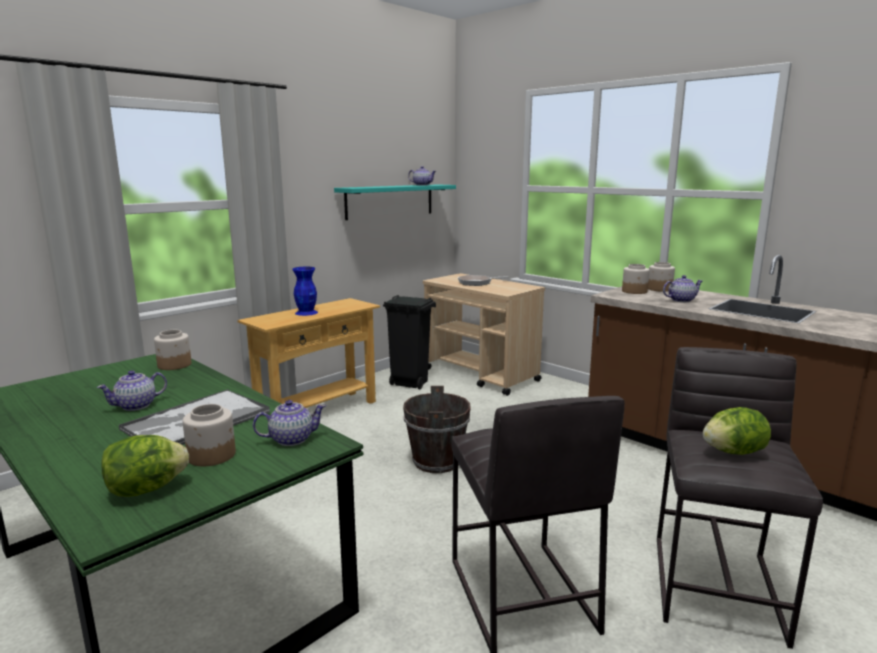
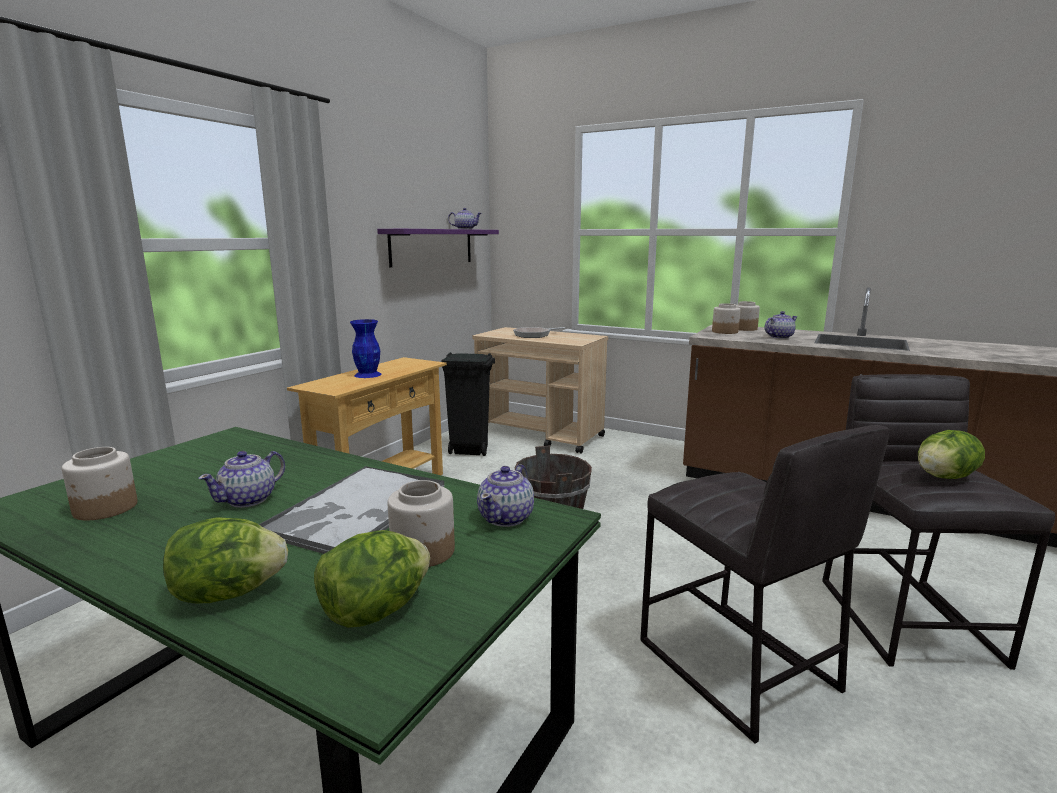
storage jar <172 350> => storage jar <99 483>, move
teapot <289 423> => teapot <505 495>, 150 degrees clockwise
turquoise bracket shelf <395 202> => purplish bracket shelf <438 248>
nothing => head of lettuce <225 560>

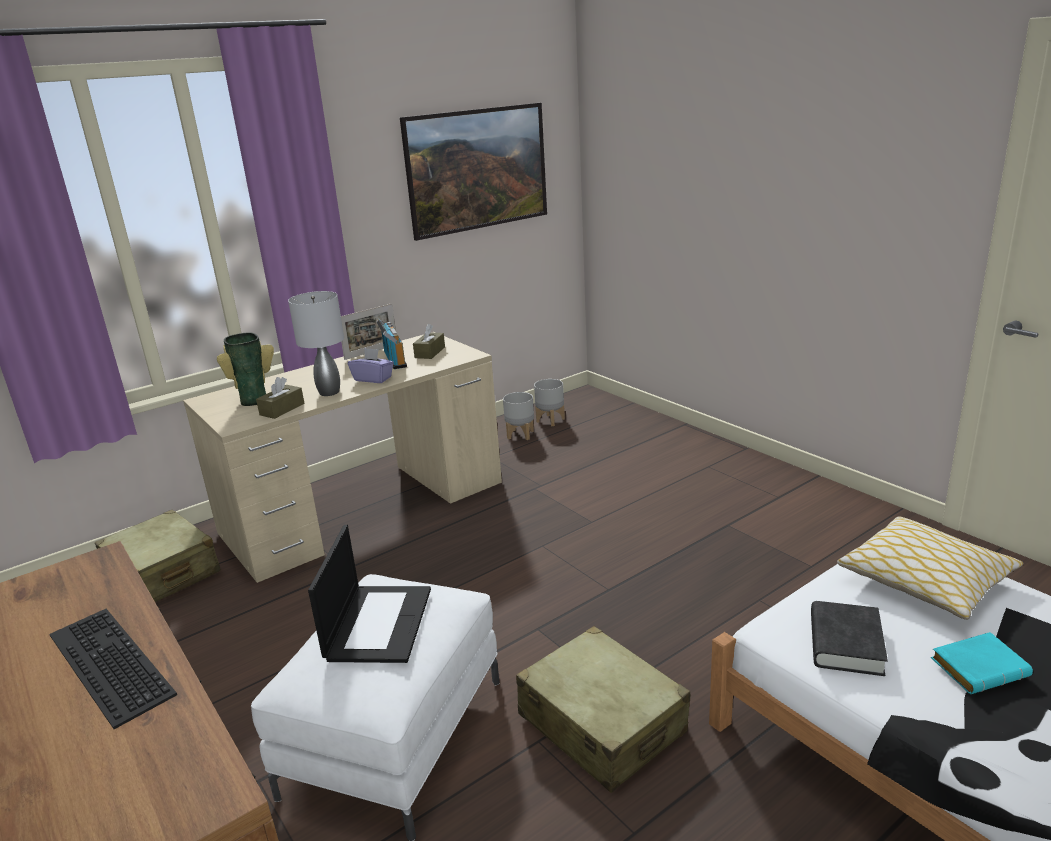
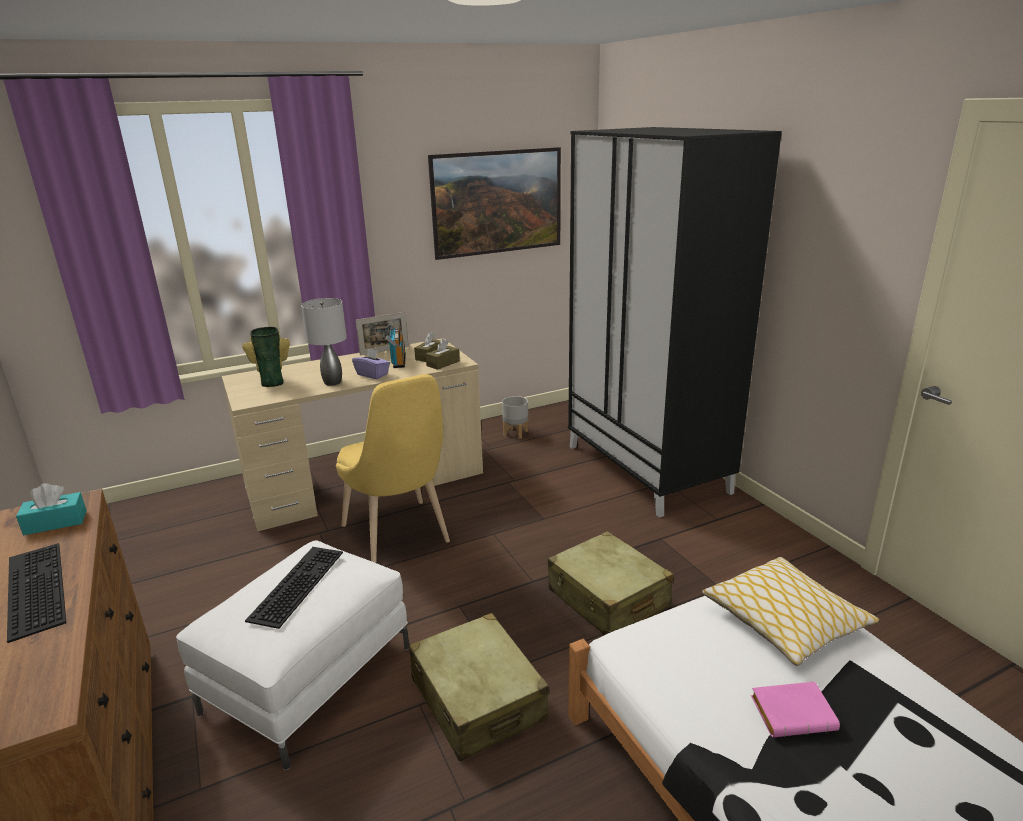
sand-coloured suitcase <157 556> => sand-coloured suitcase <610 583>, move
brown tissue box <280 398> => brown tissue box <443 354>, move
portable computer <369 594> => PC keyboard <294 588>
grey flower pot <549 402> => nothing
black-coloured volume <849 638> => nothing
turquoise volume <982 663> => pink-coloured volume <795 709>
nothing => turquoise tissue box <51 509>
nothing => yellowish plain chair <393 468>
nothing => black-coloured clothes cupboard <675 322>

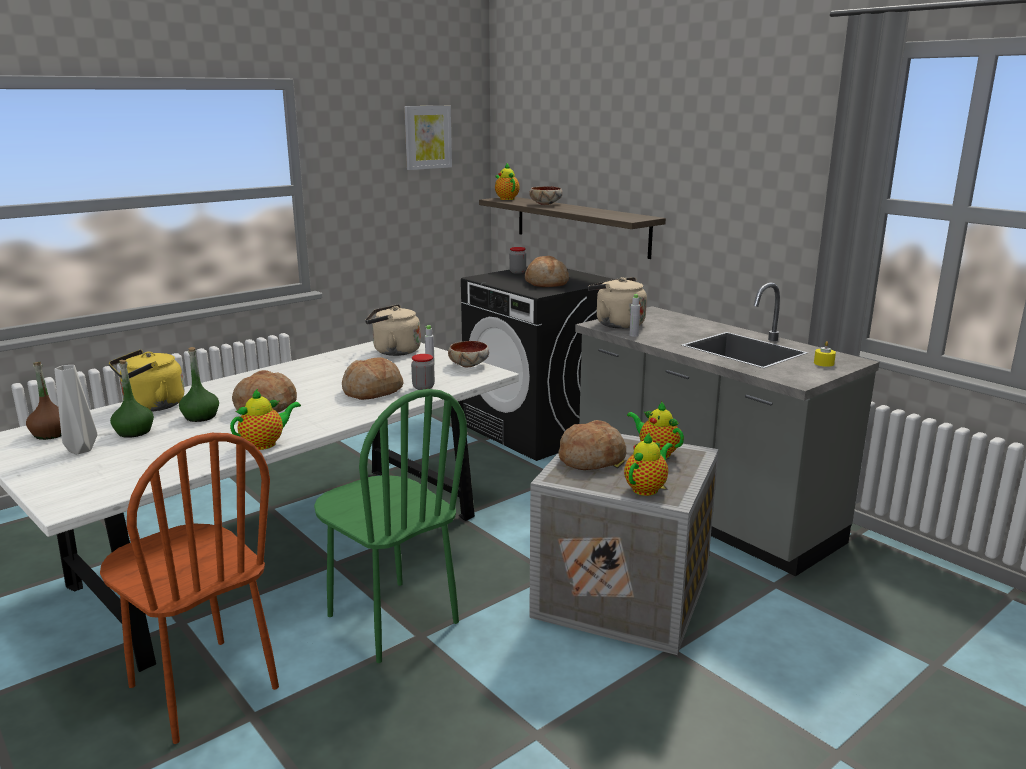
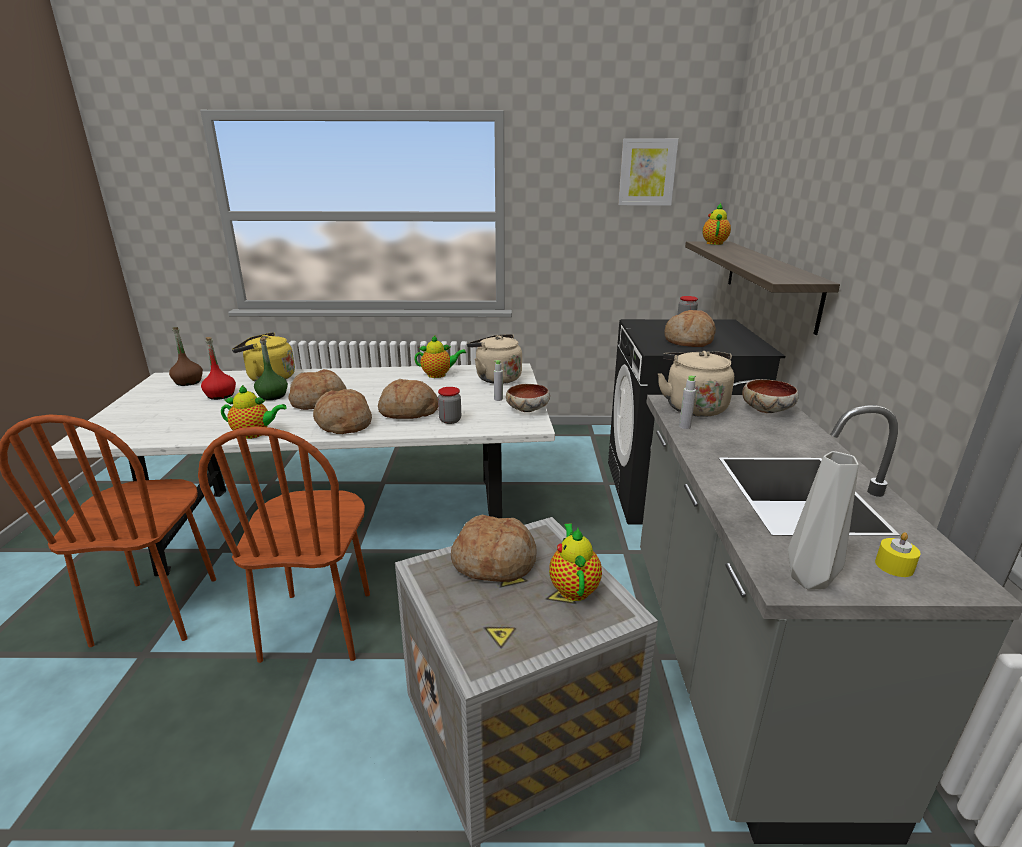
grey vase <76 409> => grey vase <823 520>, move
green-coloured beverage bottle <132 399> => reddish beverage bottle <218 368>
green-coloured plain chair <390 526> => brown plain chair <284 544>
serving bowl <546 195> => serving bowl <770 396>, move
teapot <648 464> => teapot <440 356>, move
nothing => baked bread <342 411>

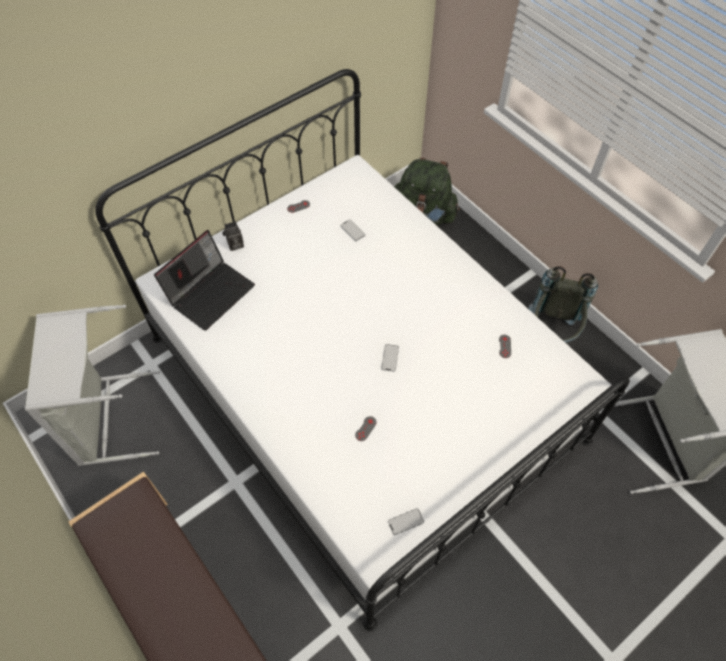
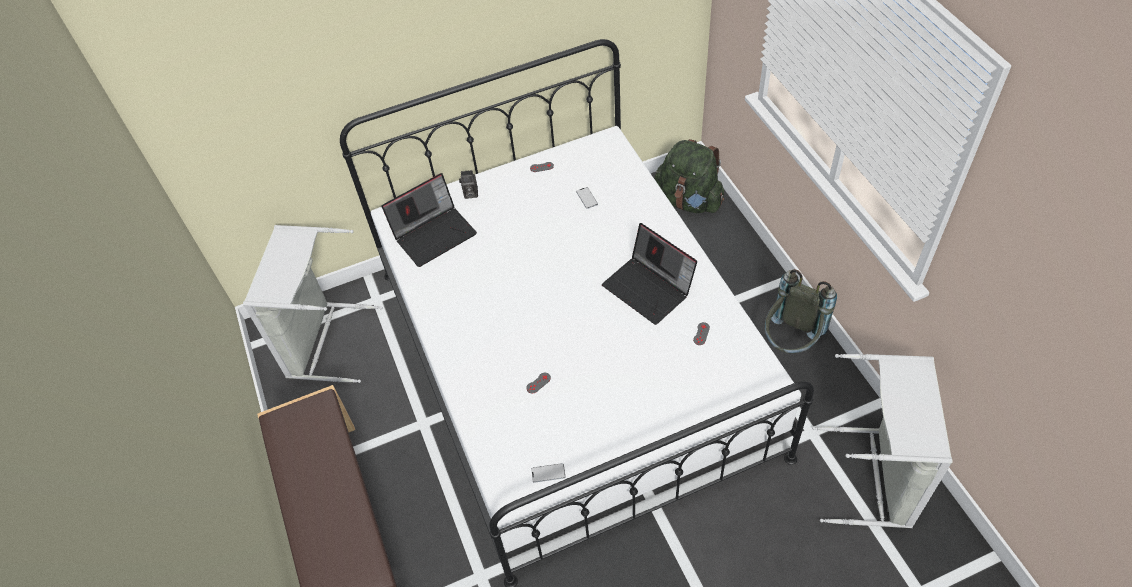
phone <390 358> => nothing
nothing => portable computer <649 274>

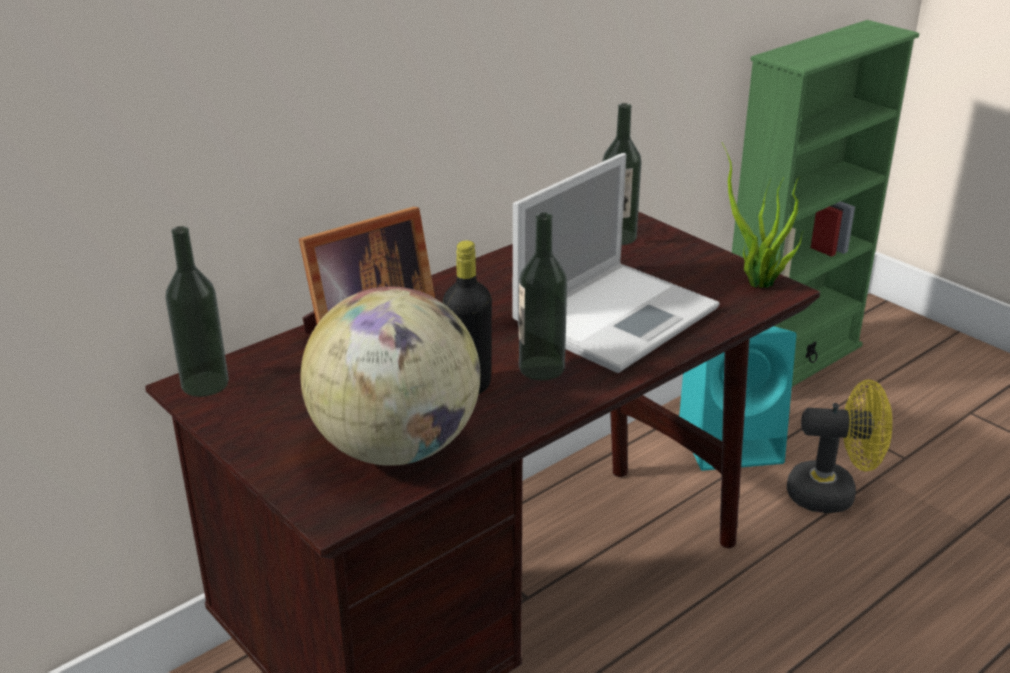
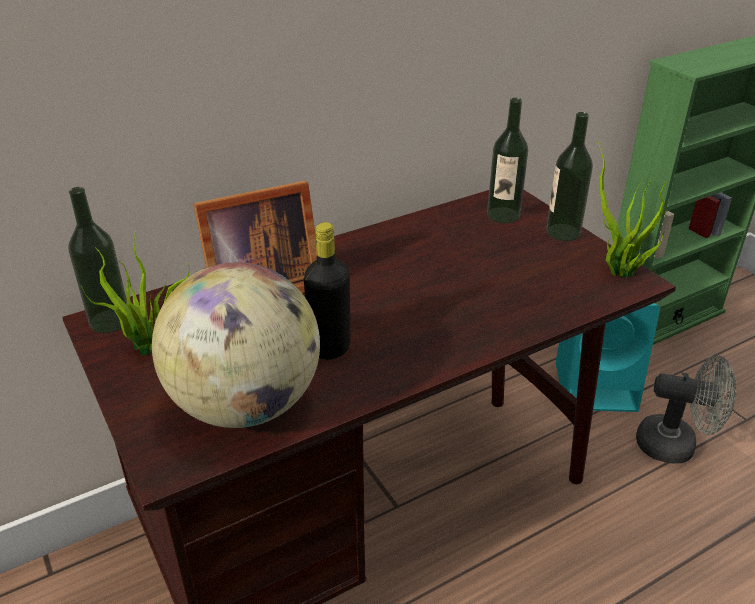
portable computer <616 263> => nothing
beverage bottle <543 296> => beverage bottle <569 176>, move
yellowish cooling fan <839 446> => grey cooling fan <686 409>
nothing => potted plant <135 293>

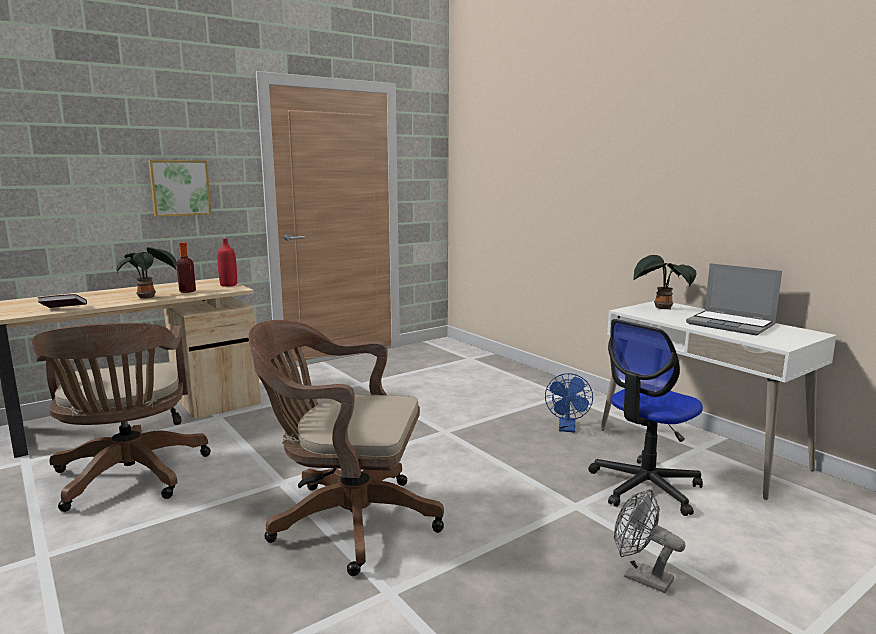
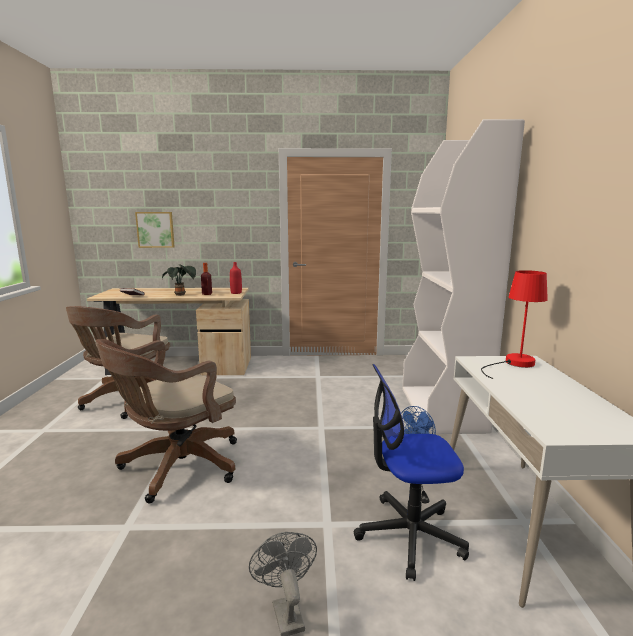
wall picture <180 188> => wall picture <155 230>, move
brown desk chair <346 448> => brown desk chair <166 421>, 90 degrees counterclockwise
potted plant <665 282> => reddish table lamp <514 324>
portable computer <734 299> => nothing
nothing => whitish shelving unit <463 276>

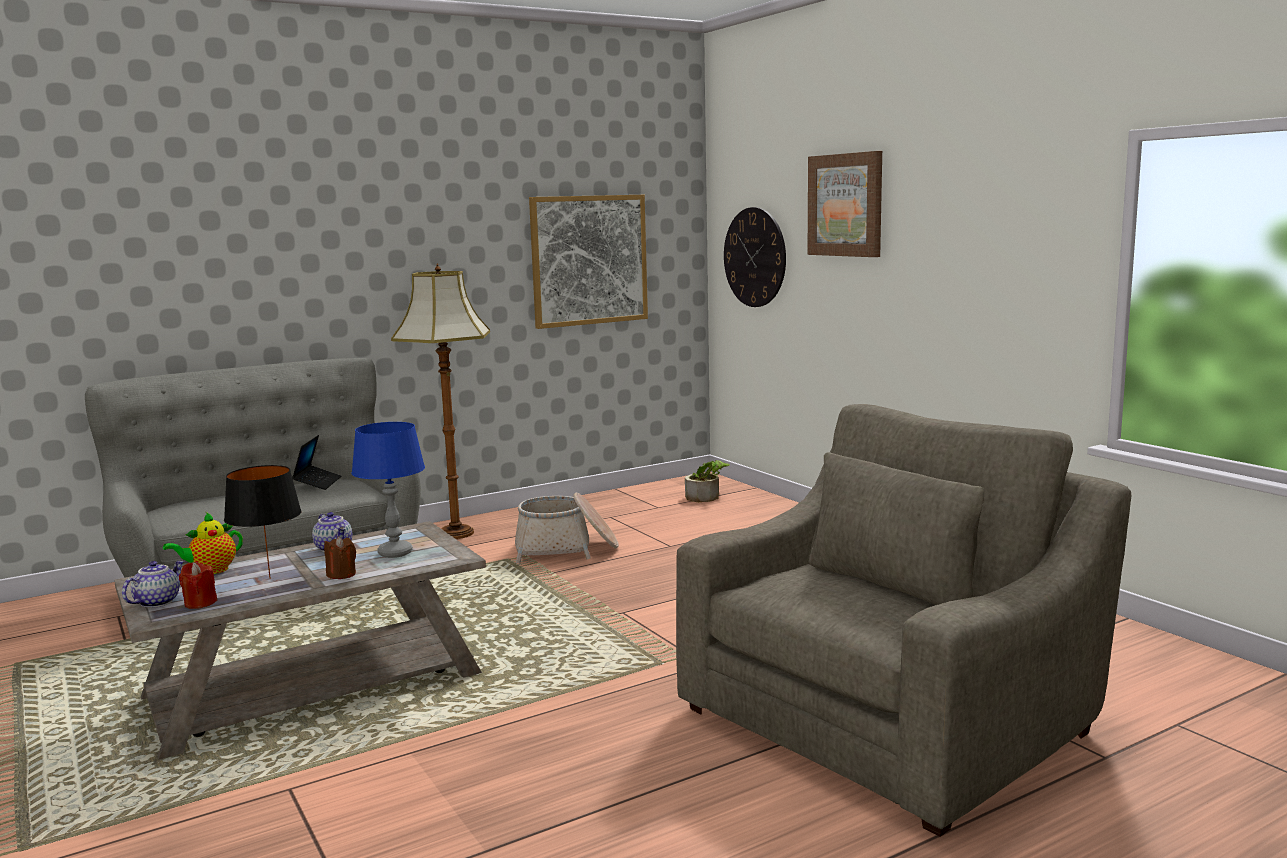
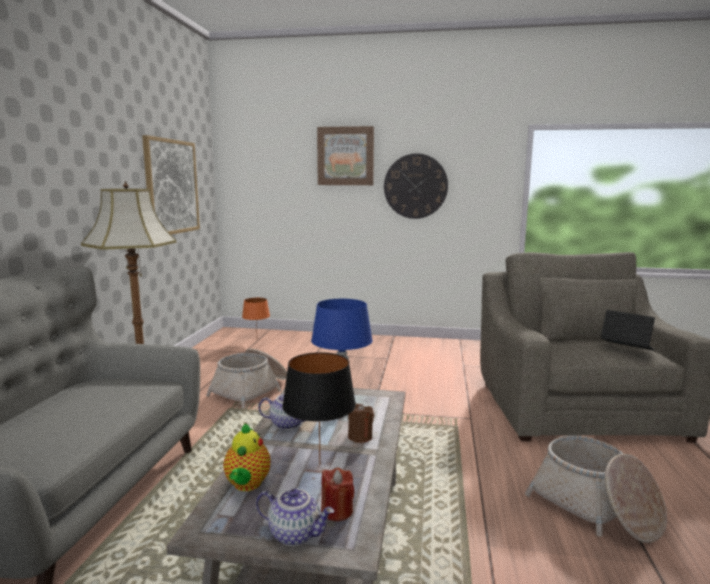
teapot <153 584> => teapot <295 517>, 135 degrees clockwise
portable computer <316 462> => portable computer <628 330>, move
potted plant <707 481> => orange table lamp <256 314>
wall clock <755 257> => wall clock <416 186>, move
nothing => basket <596 489>

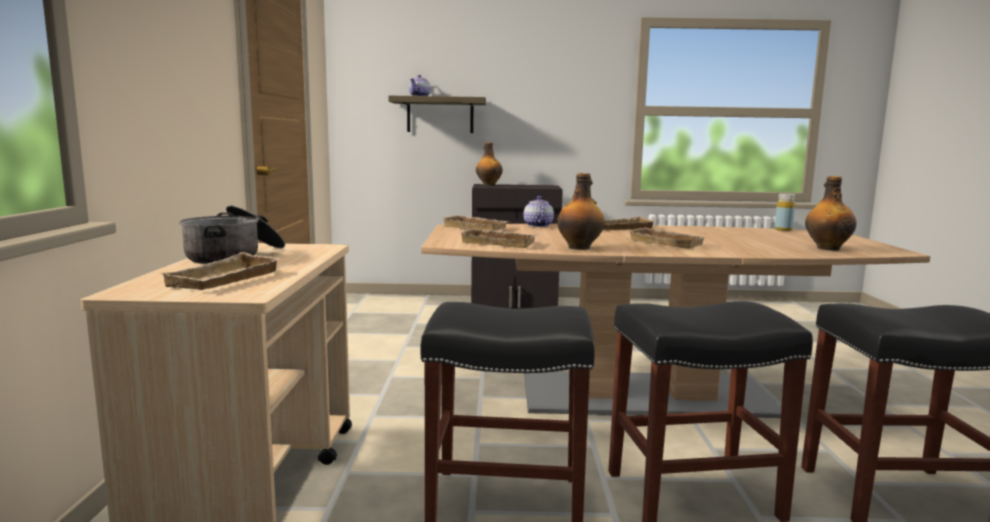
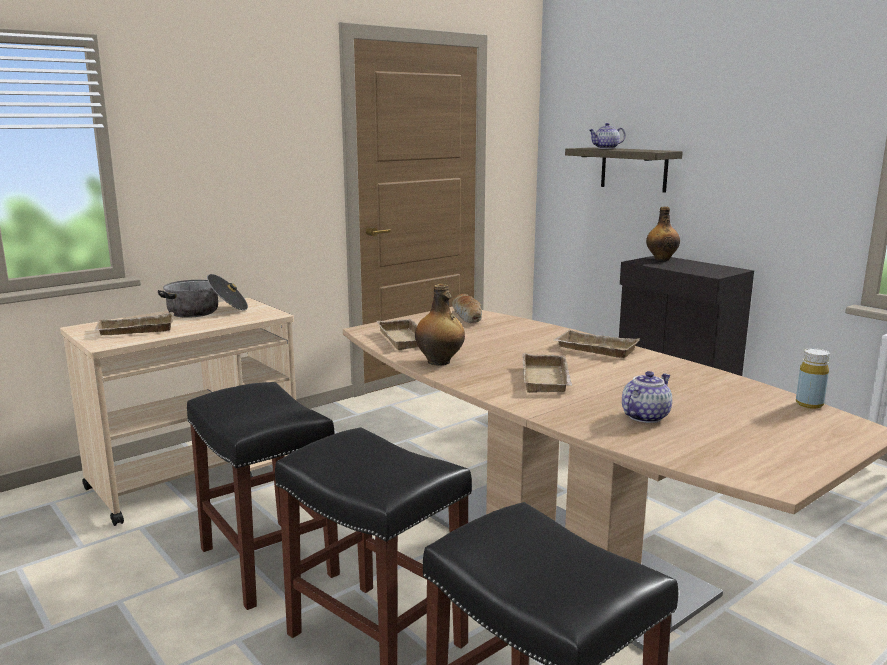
sand-coloured serving tray <476 222> => baked bread <467 308>
teapot <539 211> => teapot <647 397>, move
beverage bottle <830 213> => nothing

